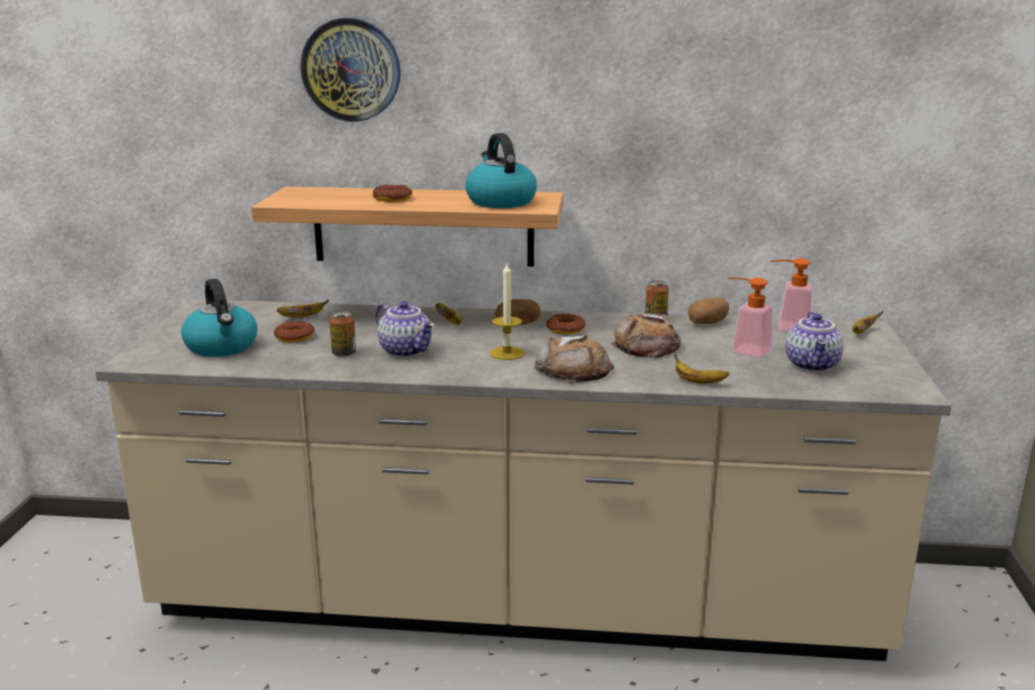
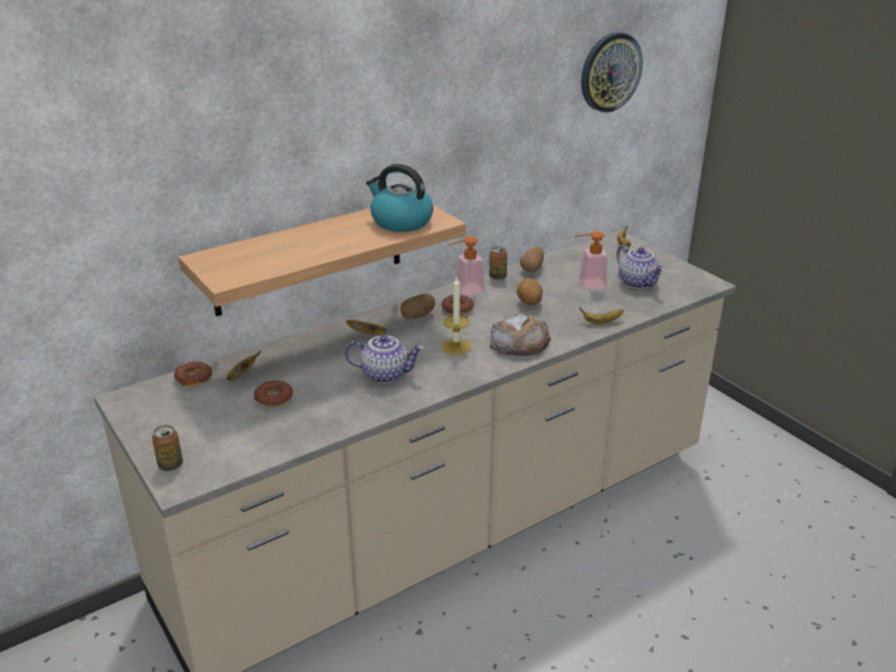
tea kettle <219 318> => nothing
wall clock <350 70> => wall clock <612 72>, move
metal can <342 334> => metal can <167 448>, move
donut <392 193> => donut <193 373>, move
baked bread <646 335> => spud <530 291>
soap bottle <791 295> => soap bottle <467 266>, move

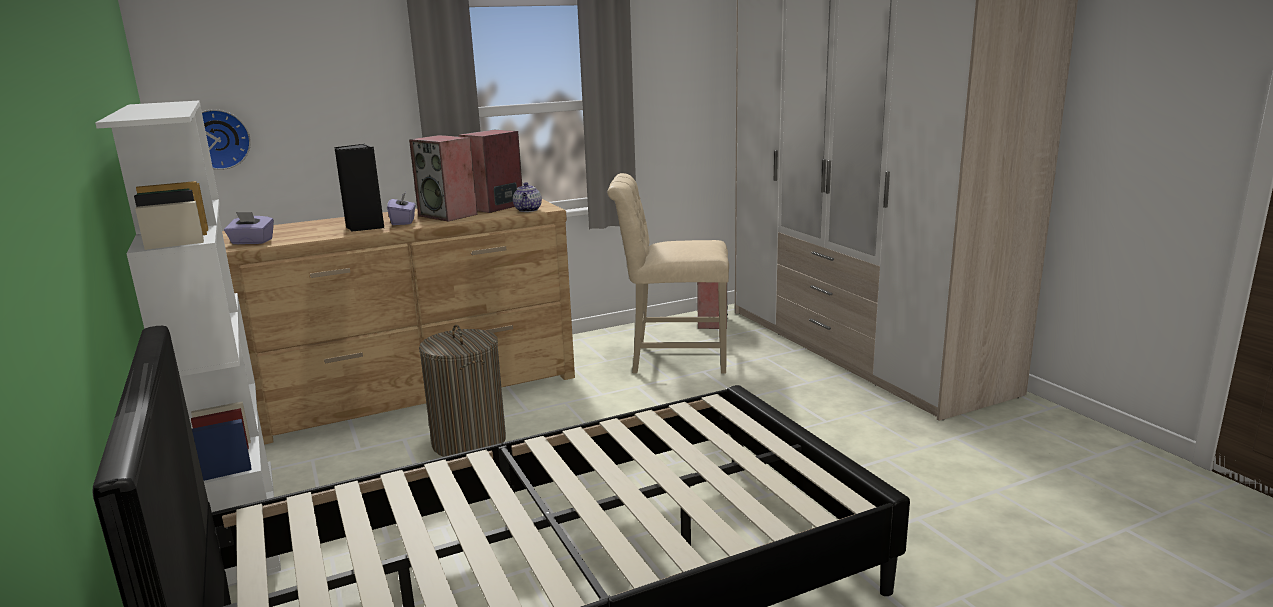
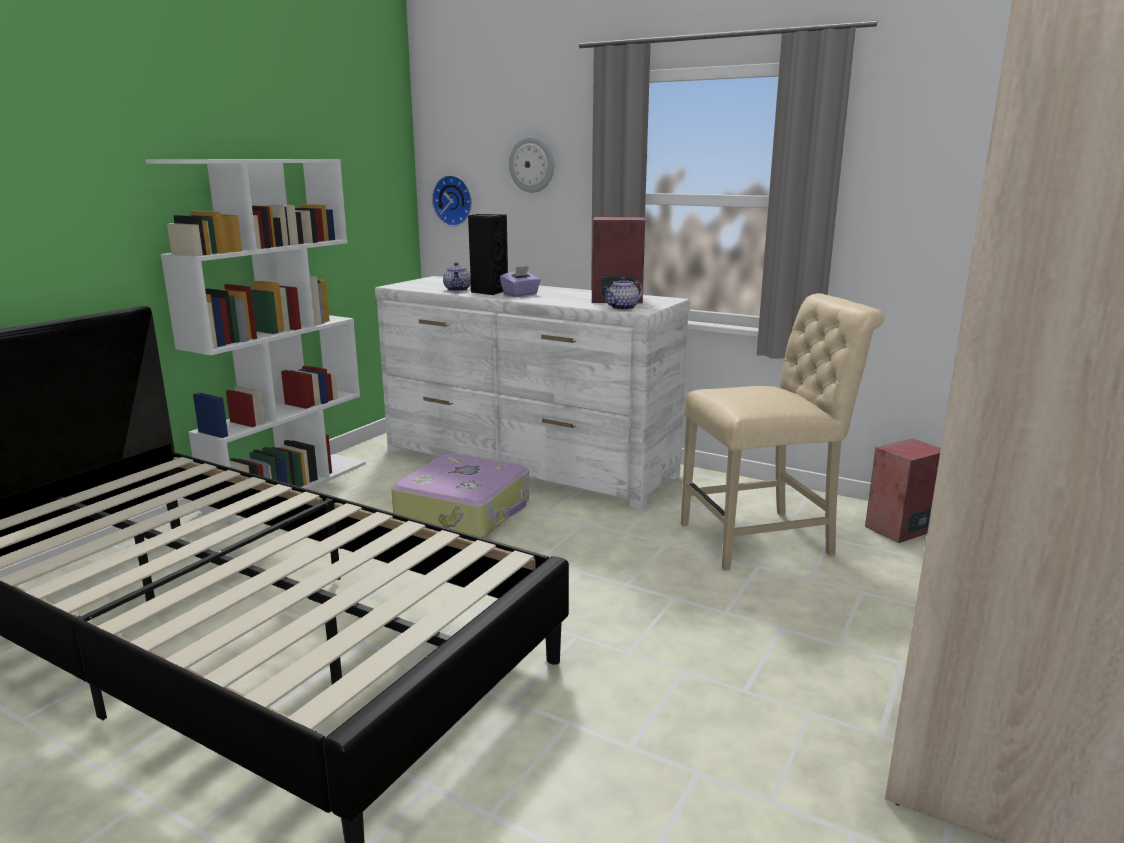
brown dresser <398 322> => whitish dresser <532 392>
purplish tissue box <249 228> => nothing
audio speaker <443 178> => nothing
laundry basket <462 391> => suitcase <460 495>
sand-coloured plain chair <668 273> => sand-coloured plain chair <782 432>, 105 degrees clockwise
nothing => teapot <457 276>
nothing => wall clock <531 165>

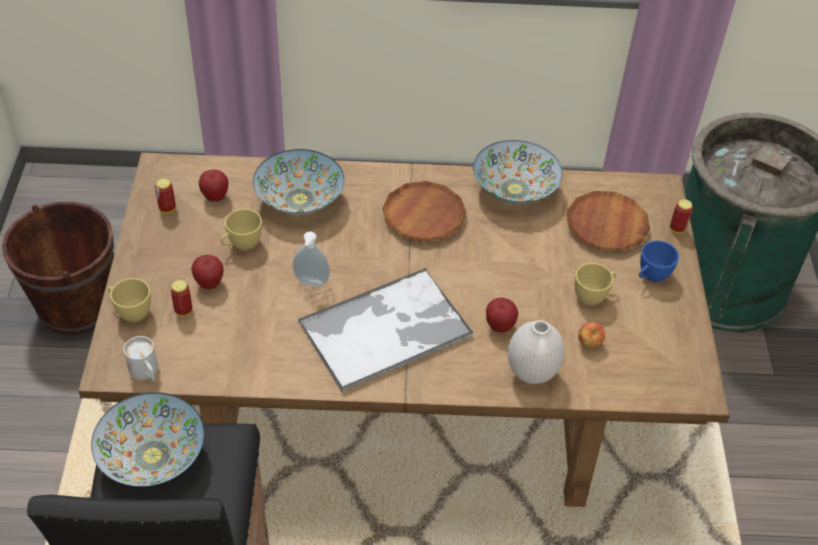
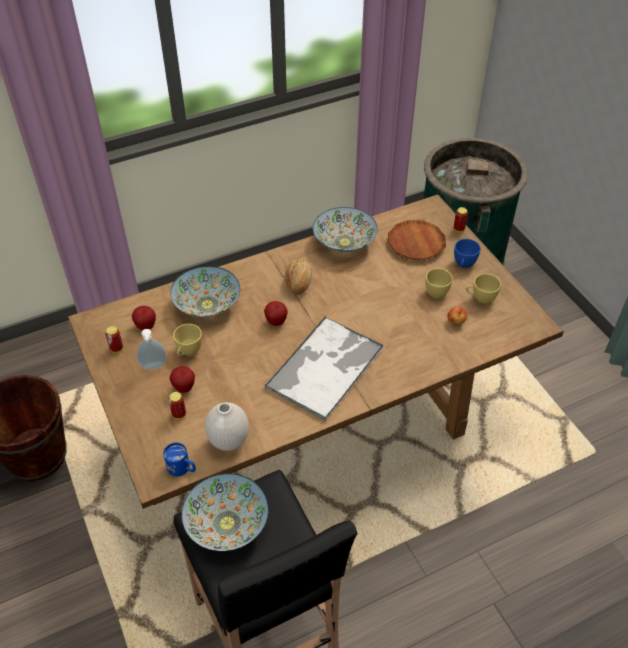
yellowish small cup <129 300> => yellowish small cup <483 289>, move
whitish coffee mug <141 358> => blue-coloured coffee mug <179 459>
soap bottle <311 259> => soap bottle <152 349>, move
brown flat dish <424 211> => baked bread <298 277>
whole apple <502 315> => whole apple <276 313>, move
whitish vase <536 352> => whitish vase <227 426>, move

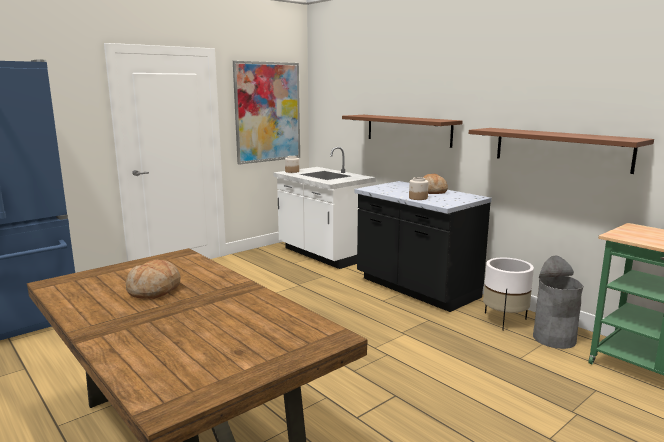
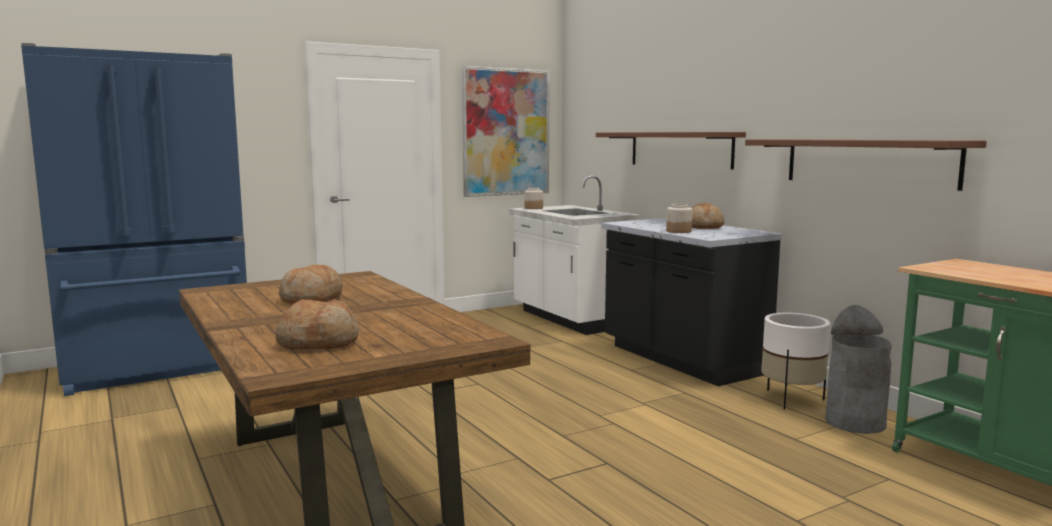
nothing => baked bread <317 324>

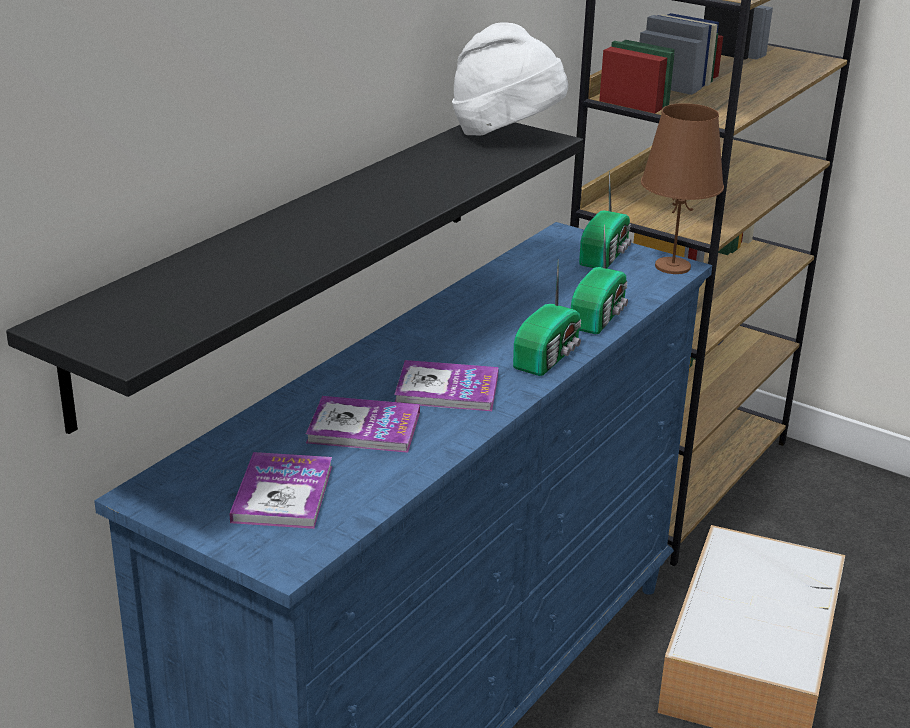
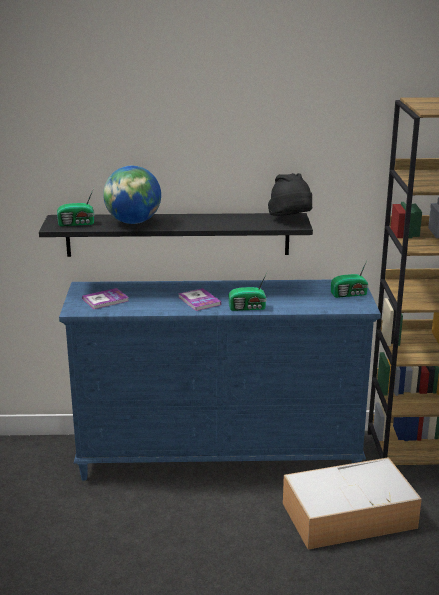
volume <363 424> => nothing
whitish clothing hat <510 79> => black-coloured clothing hat <290 194>
radio set <599 279> => radio set <76 207>, move
brown table lamp <682 188> => nothing
nothing => globe <132 195>

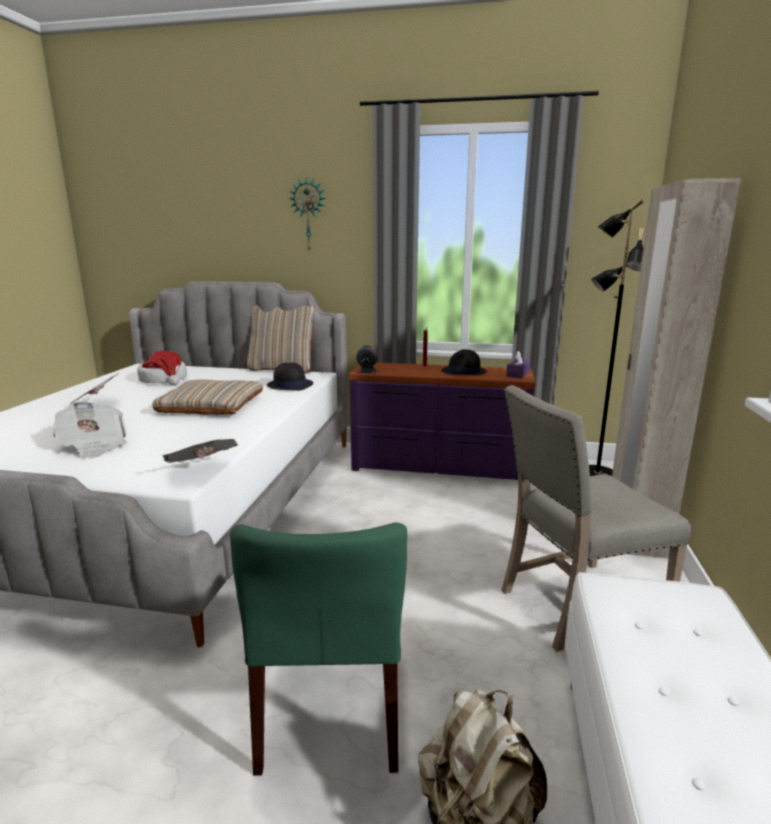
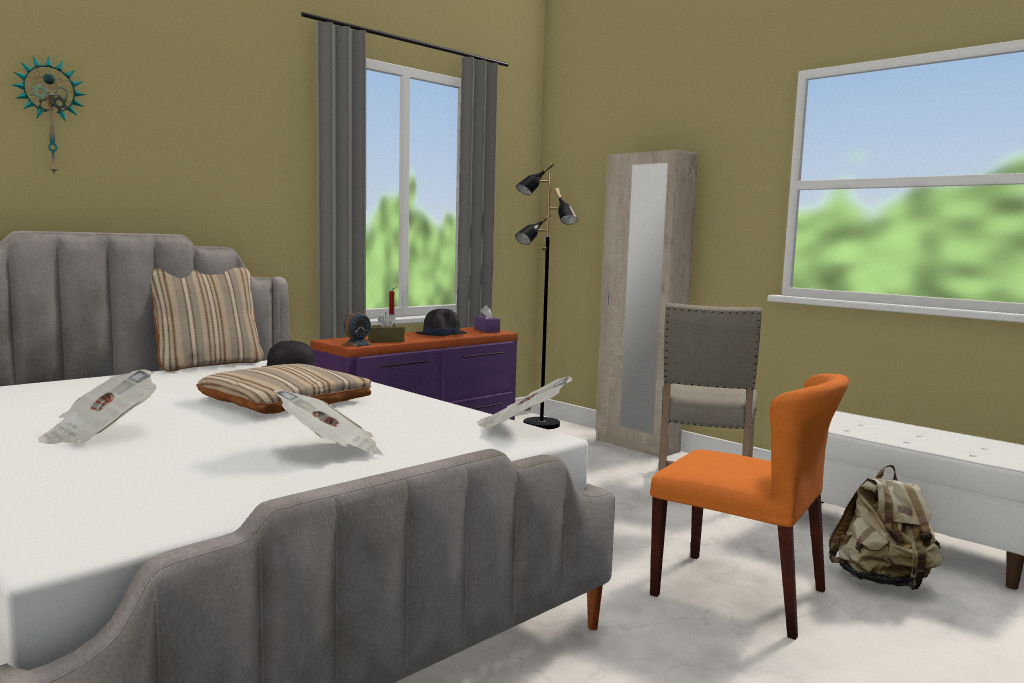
clothing hat <162 368> => nothing
green-coloured plain chair <318 649> => orange plain chair <749 506>
wall clock <307 214> => wall clock <49 116>, move
nothing => brown tissue box <386 327>

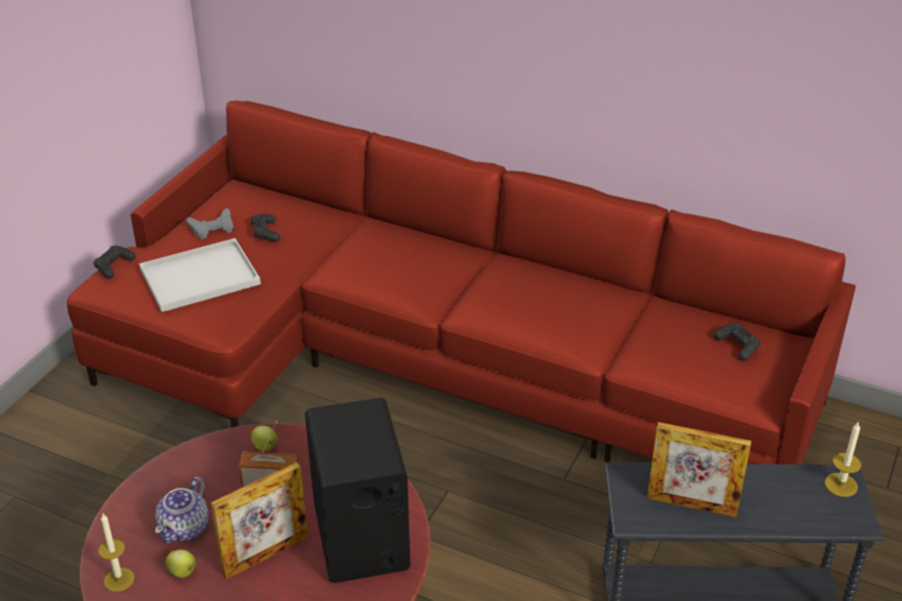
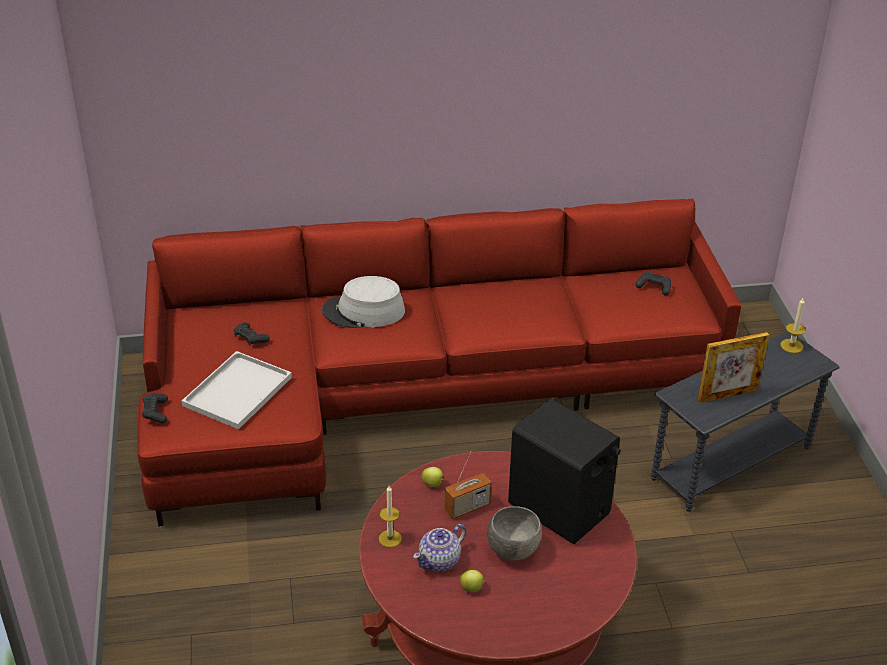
wax light <116 553> => wax light <390 516>, move
teapot <181 510> => teapot <439 548>, 60 degrees clockwise
grey joypad <210 223> => nothing
photo frame <259 520> => grey serving bowl <514 533>
nothing => grey clothing hat <363 302>

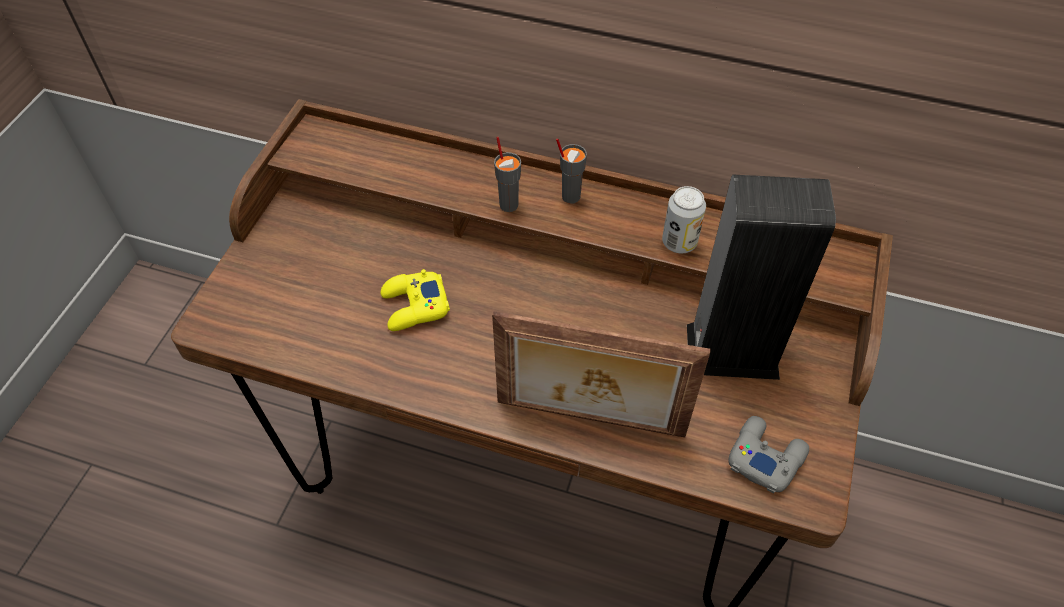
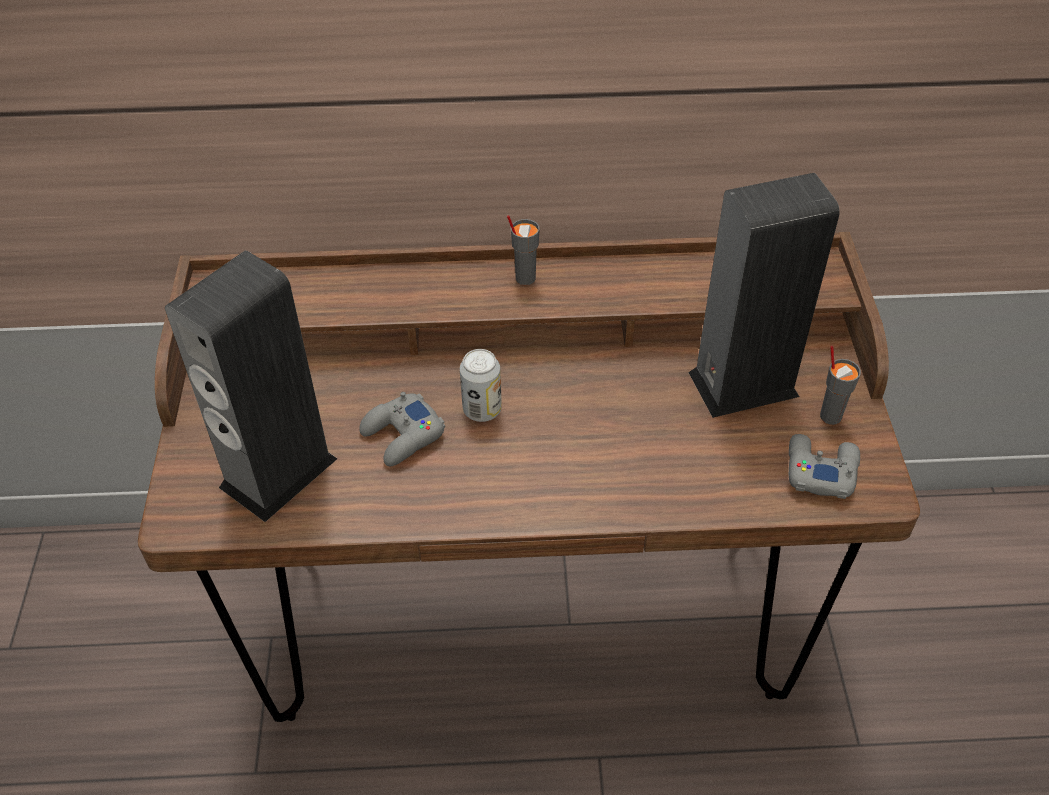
yellowish joypad <415 300> => grey joypad <402 429>
photo frame <601 374> => nothing
grey small cup <507 174> => grey small cup <840 385>, move
metal can <684 219> => metal can <481 385>, move
nothing => audio speaker <251 386>

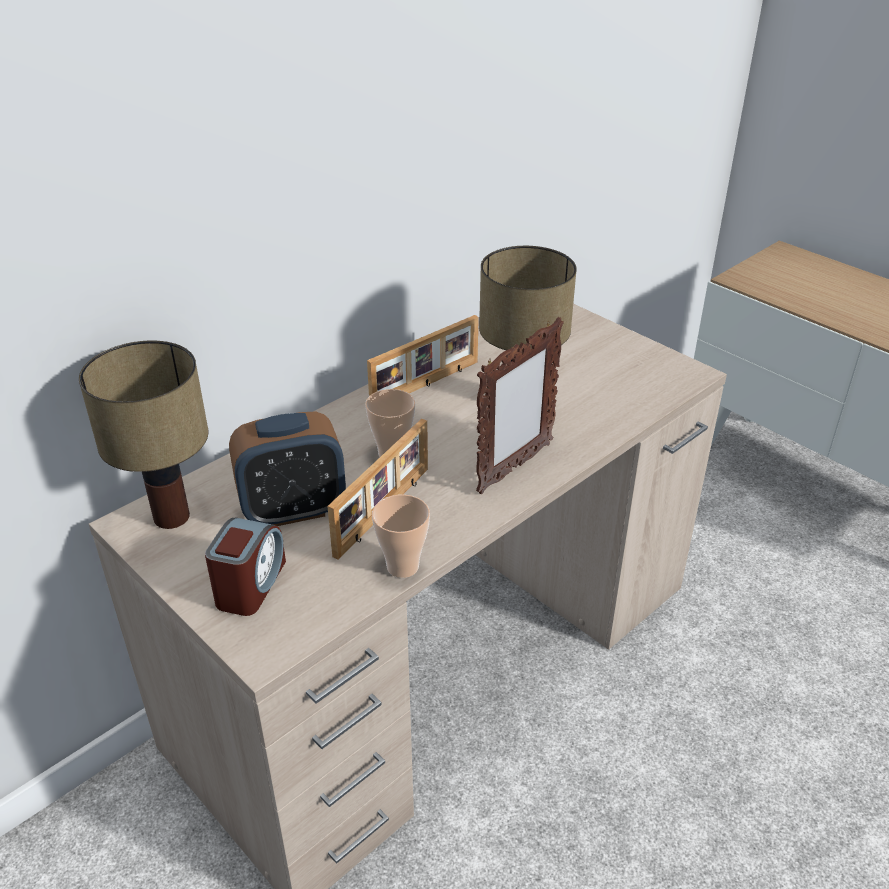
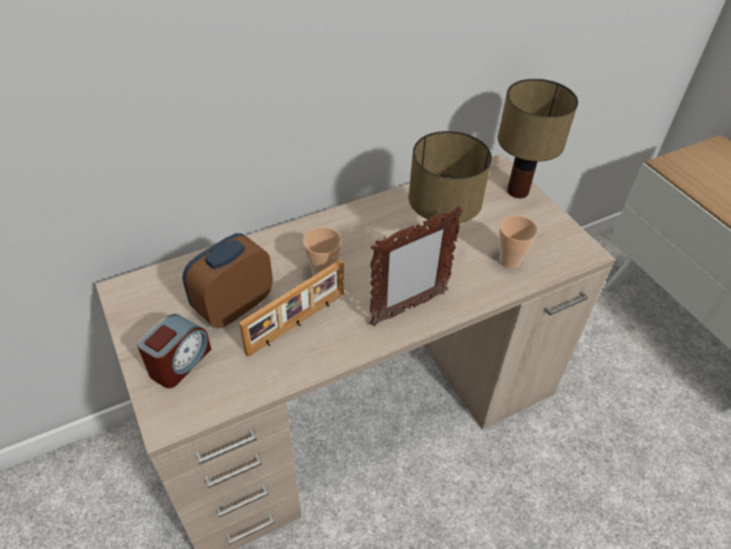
table lamp <143 435> => table lamp <538 138>, move
bedside clock <287 469> => bedside clock <228 280>, 135 degrees clockwise
photo frame <423 355> => nothing
small cup <401 536> => small cup <518 242>, move

